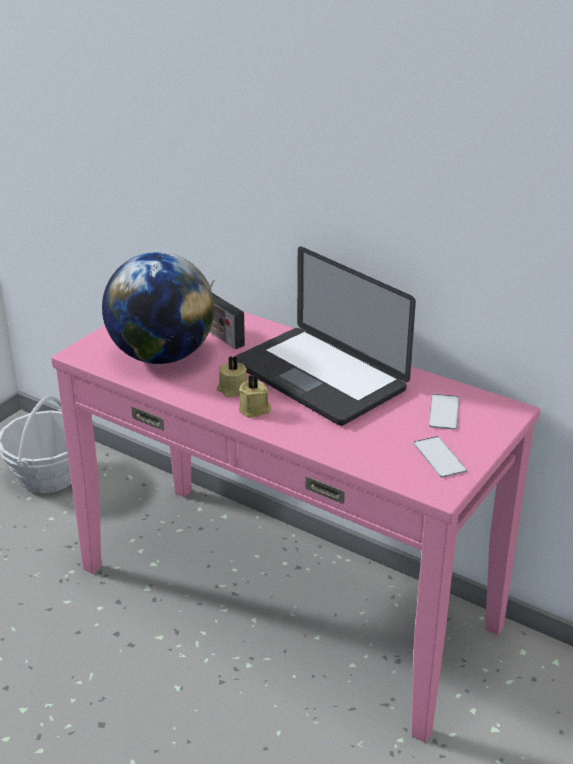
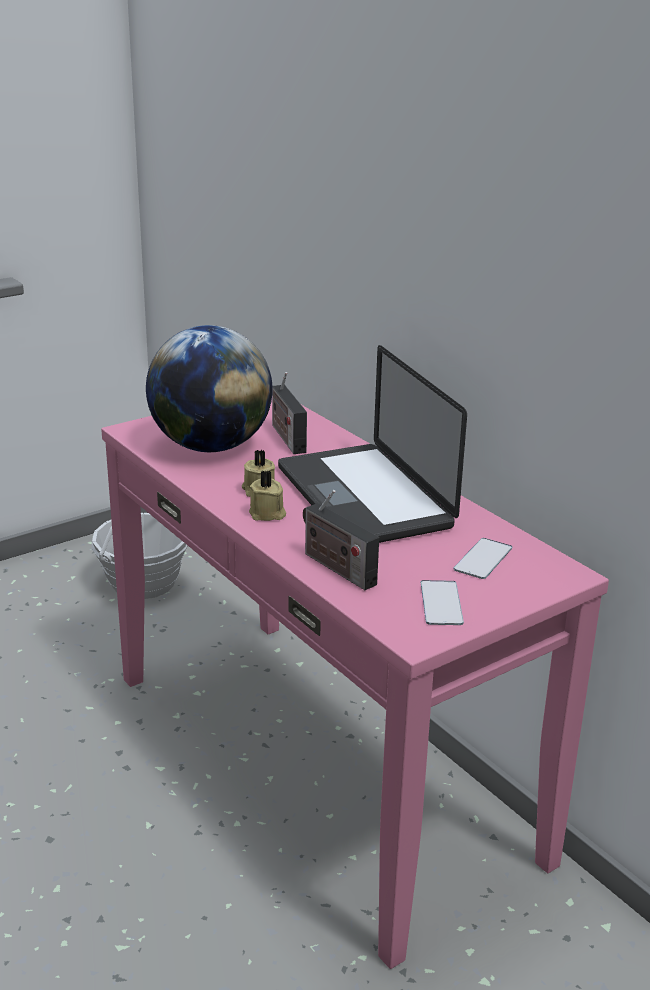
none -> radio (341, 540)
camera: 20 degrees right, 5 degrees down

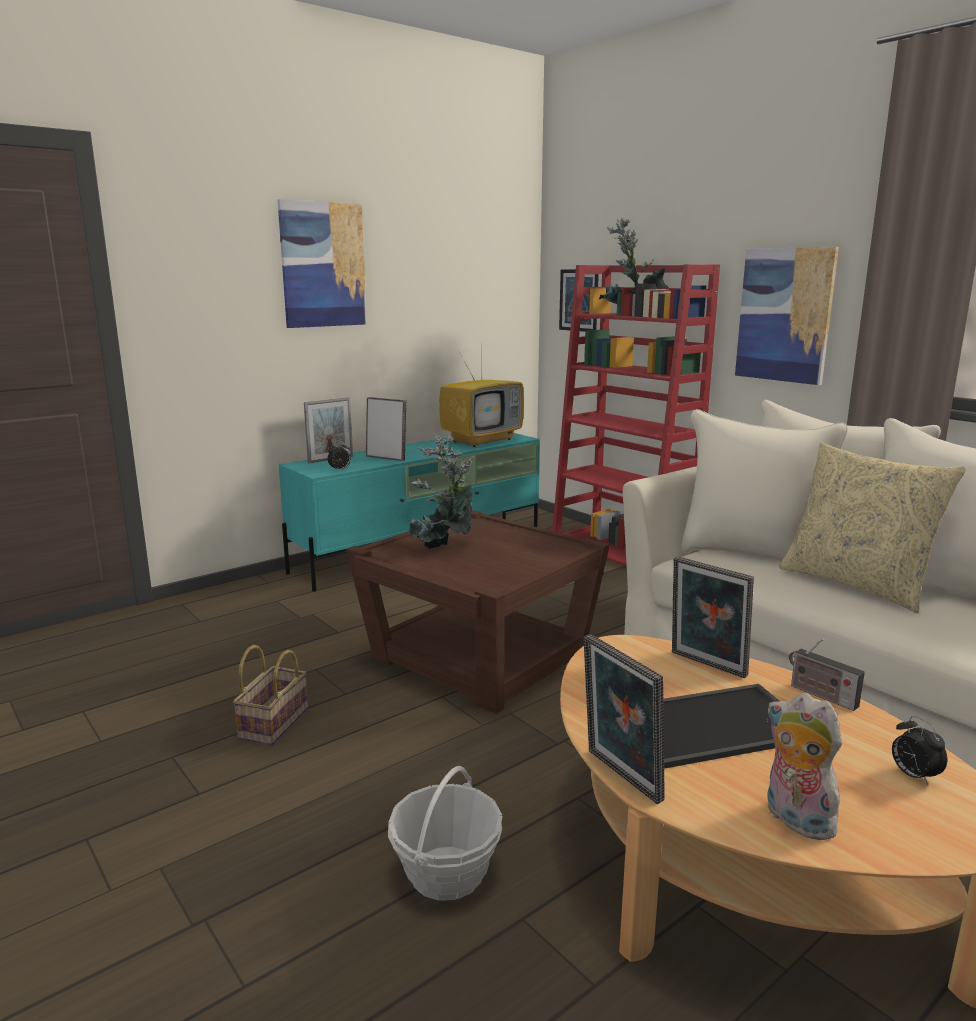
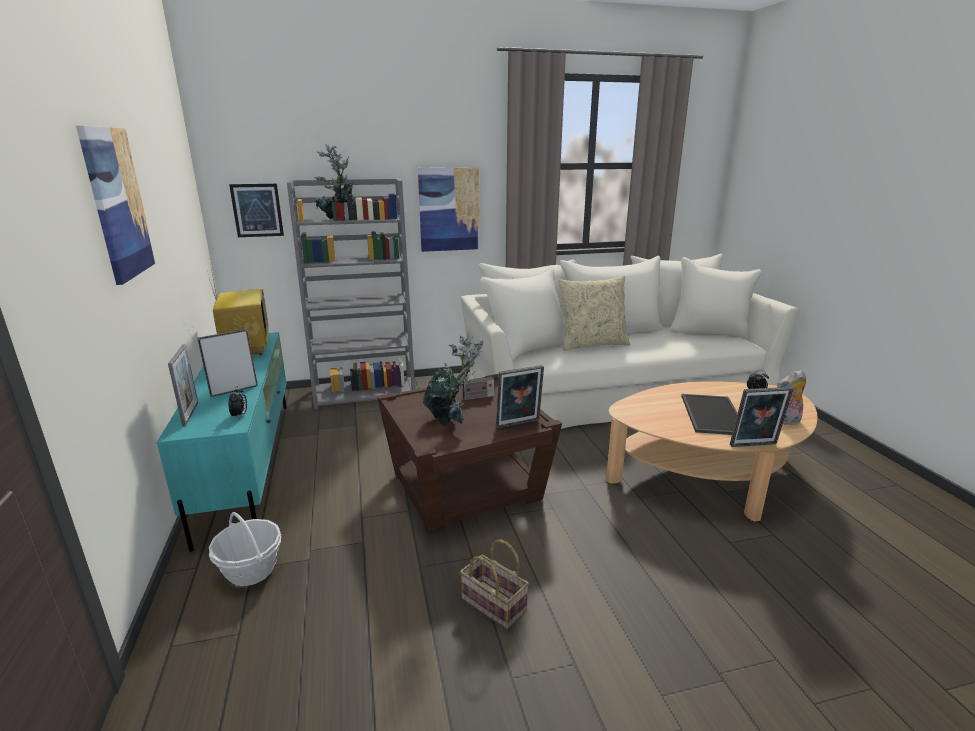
basket (445, 833) -> basket (245, 549), move
bookcase/red (636, 415) -> bookcase/grey (351, 294)
radio (827, 675) -> radio (477, 385), move
picture frame (713, 617) -> picture frame (520, 396), move
camera: 65 degrees left, 5 degrees up

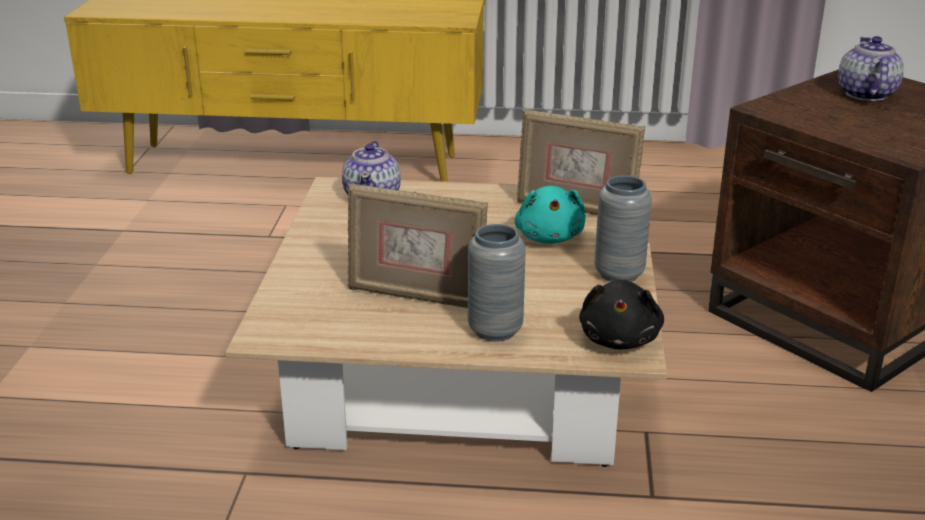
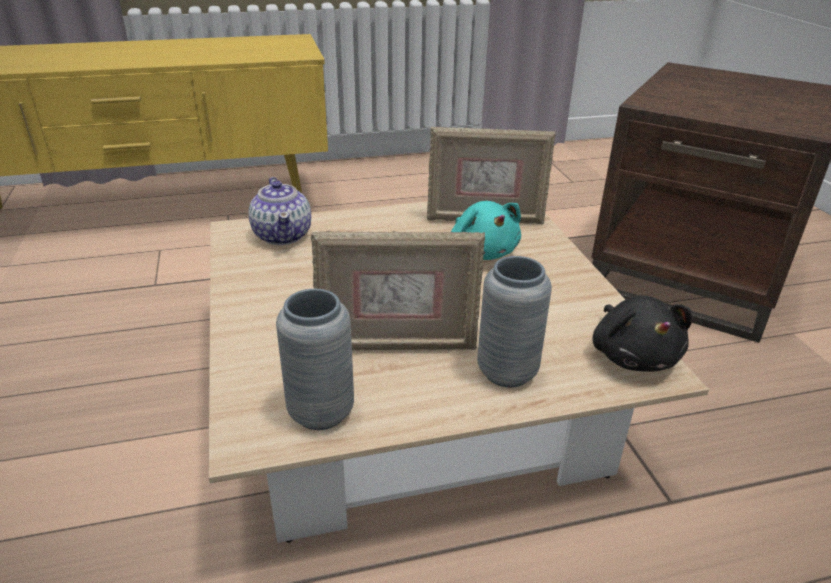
vase/grey (623, 228) -> vase/grey (315, 359), move
teapot (871, 68) -> none
camera: 20 degrees left, 5 degrees up

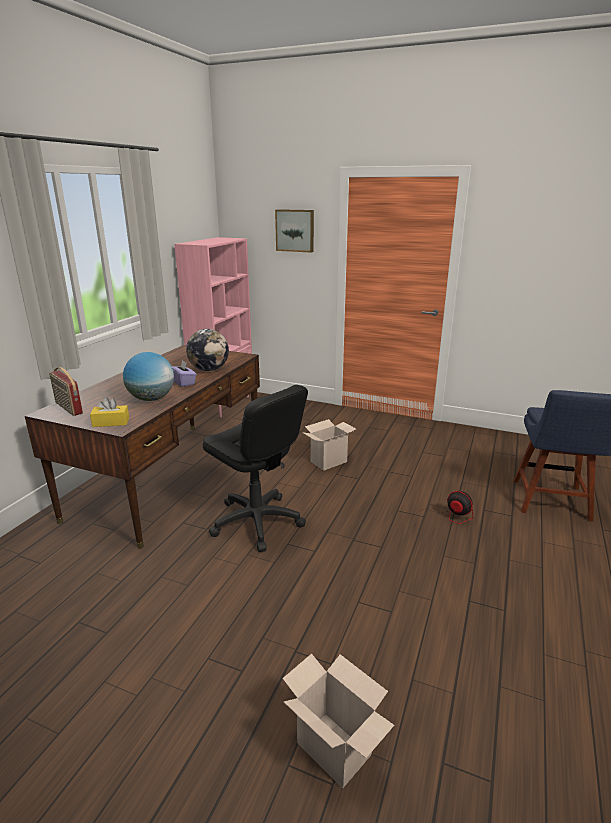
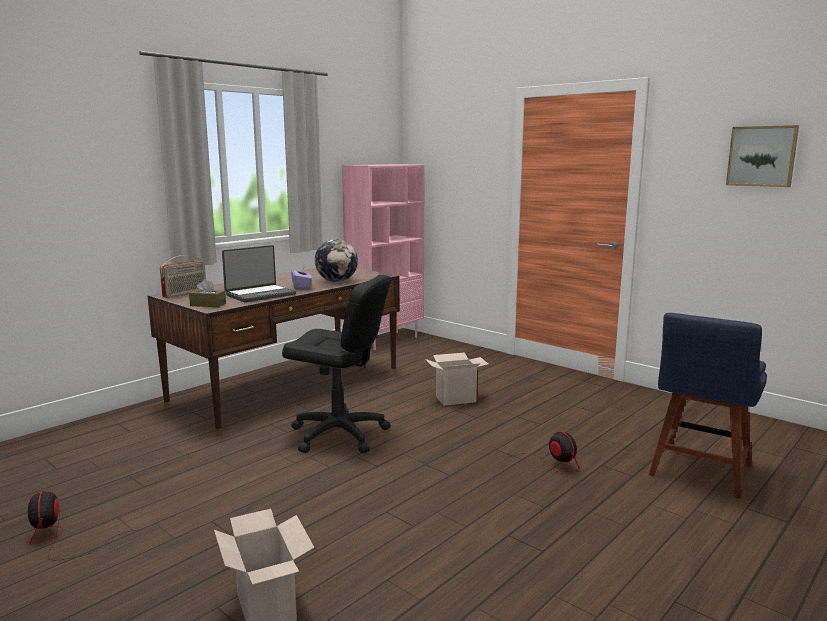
none -> fan (82, 526)
radio (66, 391) -> radio (183, 276), 120 degrees counterclockwise
tissue box/yellow (109, 412) -> tissue box/brown (207, 293)
globe (148, 376) -> laptop (259, 273)
office chair/black (255, 468) -> office chair/black (336, 364), 45 degrees counterclockwise
picture (294, 231) -> picture (762, 156), move
camera: 20 degrees right, 10 degrees down

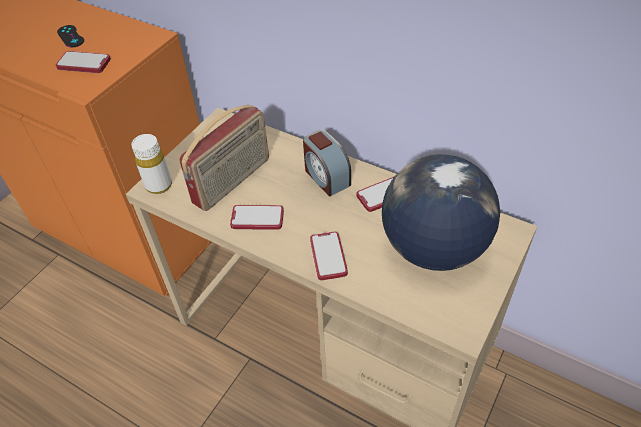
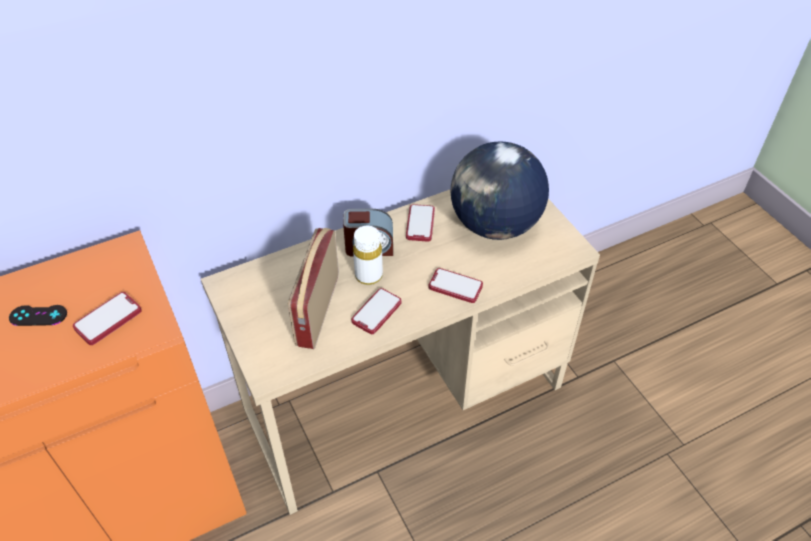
radio (224, 158) -> radio (313, 288), 150 degrees counterclockwise
bottle/white (151, 164) -> bottle/white (368, 255), move
camera: 60 degrees left, 0 degrees up

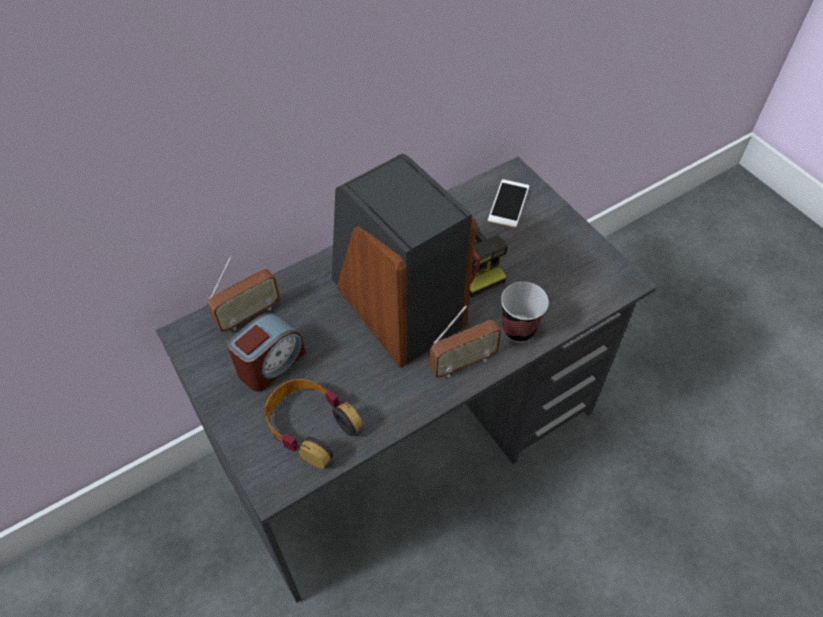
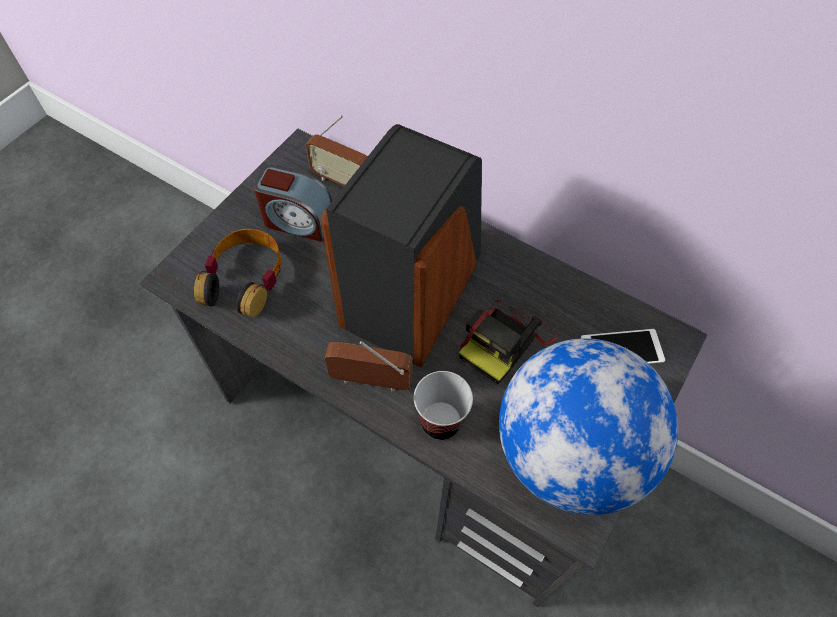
radio (465, 341) -> radio (368, 366), 150 degrees clockwise
none -> globe (588, 426)
camera: 65 degrees right, 5 degrees up

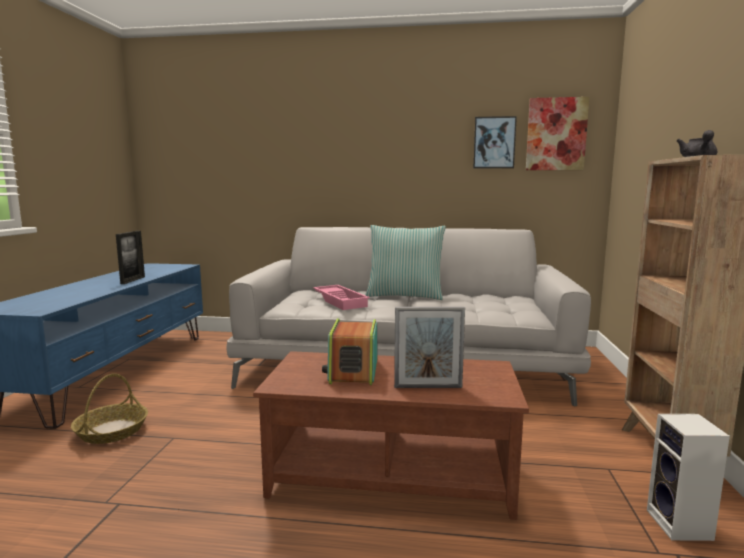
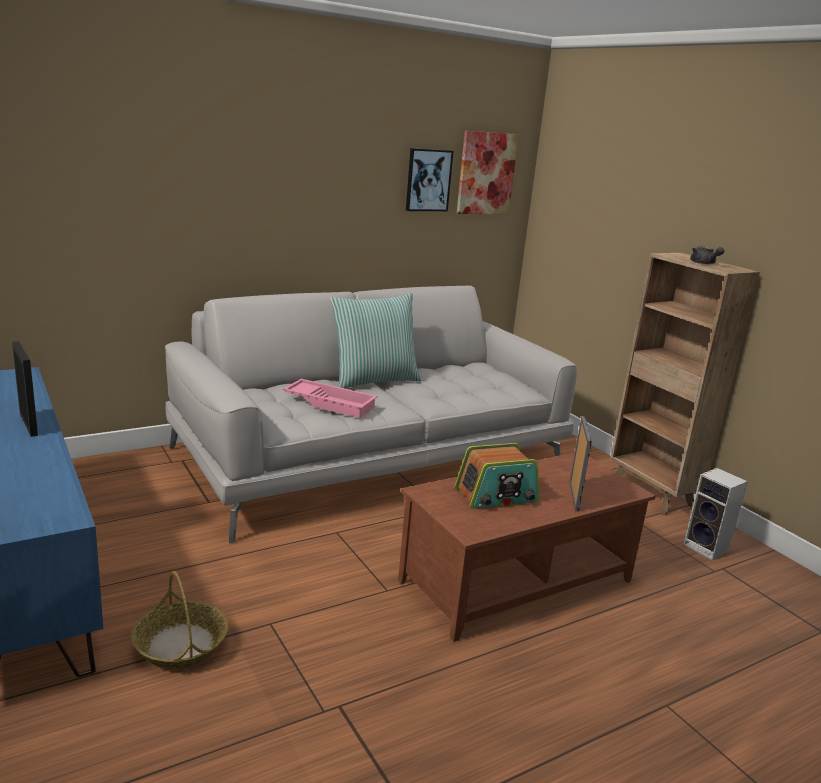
radio (350, 352) -> radio (497, 476), 75 degrees counterclockwise
picture frame (429, 347) -> picture frame (581, 464), 45 degrees counterclockwise
camera: 40 degrees left, 10 degrees up

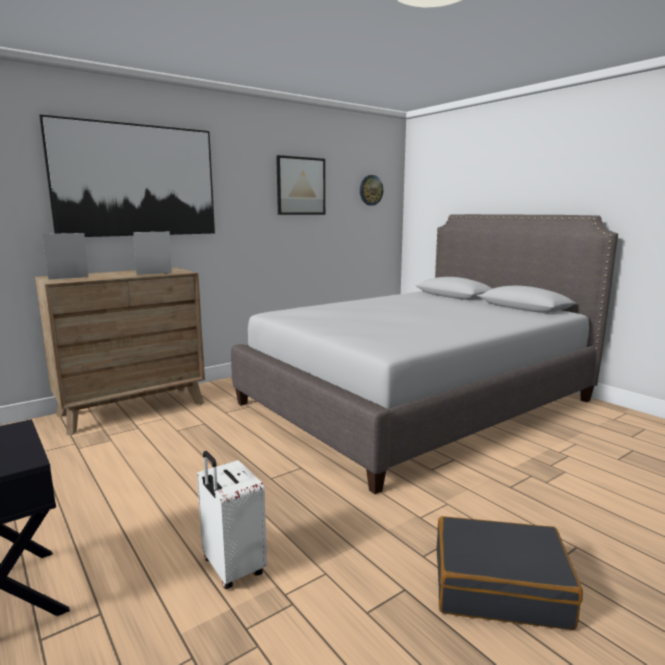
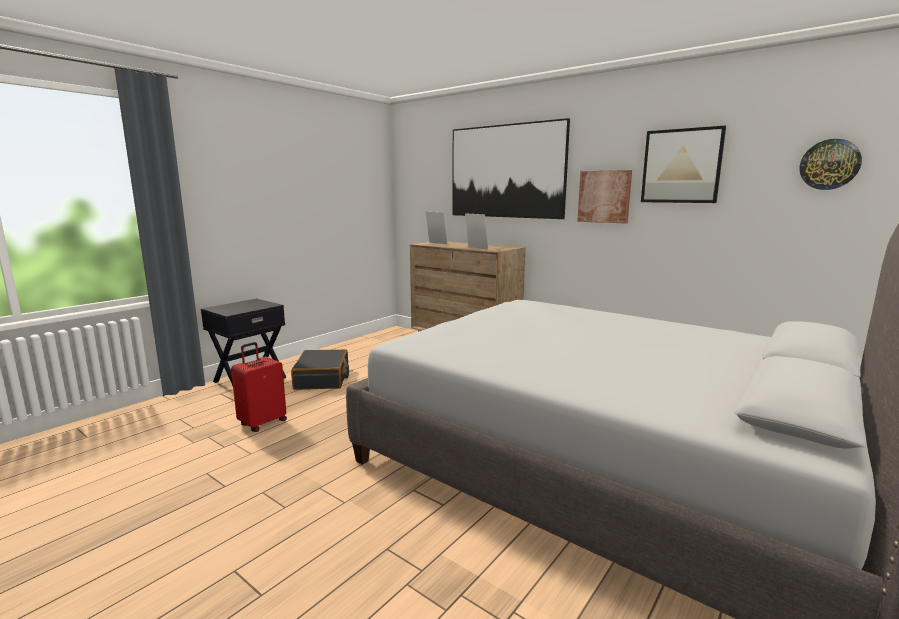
suitcase/white (232, 520) -> suitcase/red (259, 387)
suitcase/black (509, 573) -> suitcase/black (320, 369), move
none -> picture (604, 197)
camera: 75 degrees right, 0 degrees up

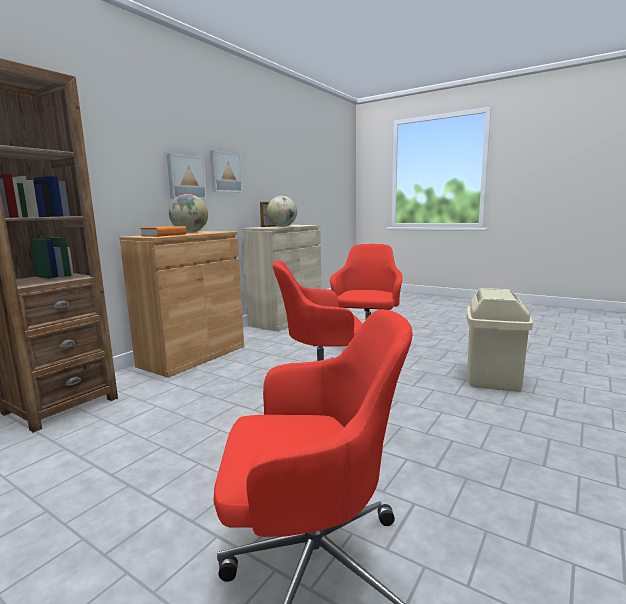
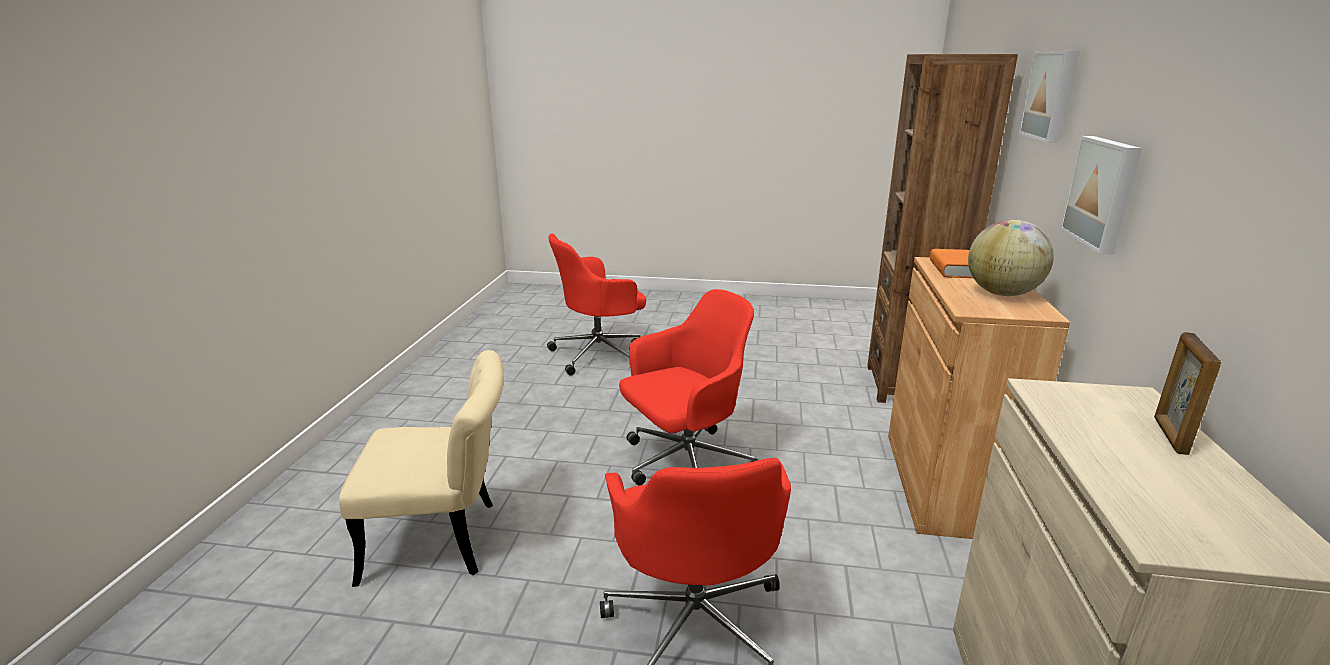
trash can/beige (500, 339) -> chair/beige (421, 468)
picture (226, 171) -> picture (1048, 97), move
globe (282, 211) -> none
camera: 155 degrees right, 10 degrees up

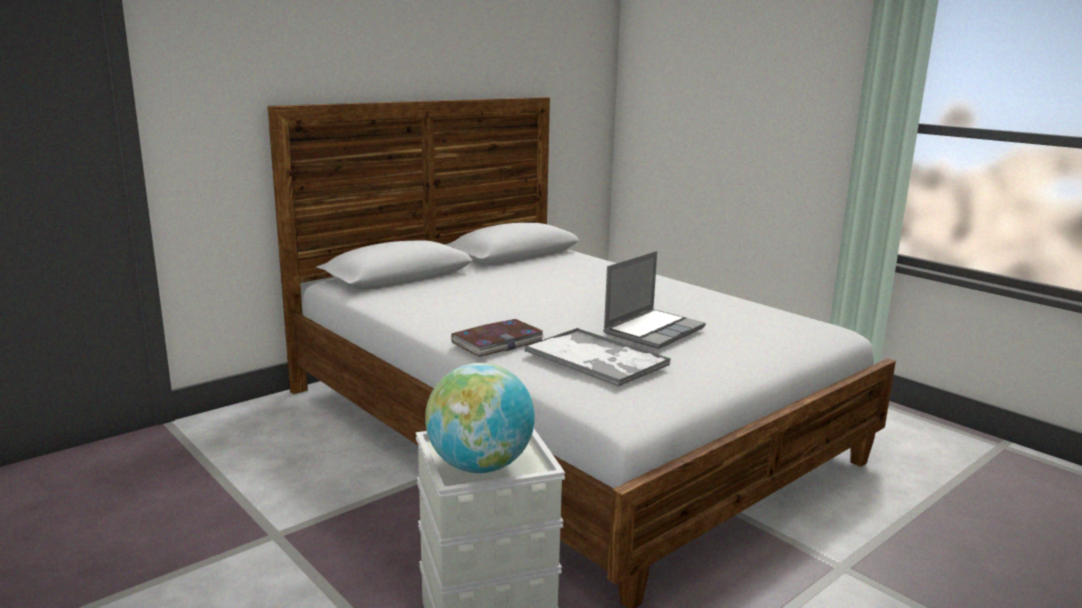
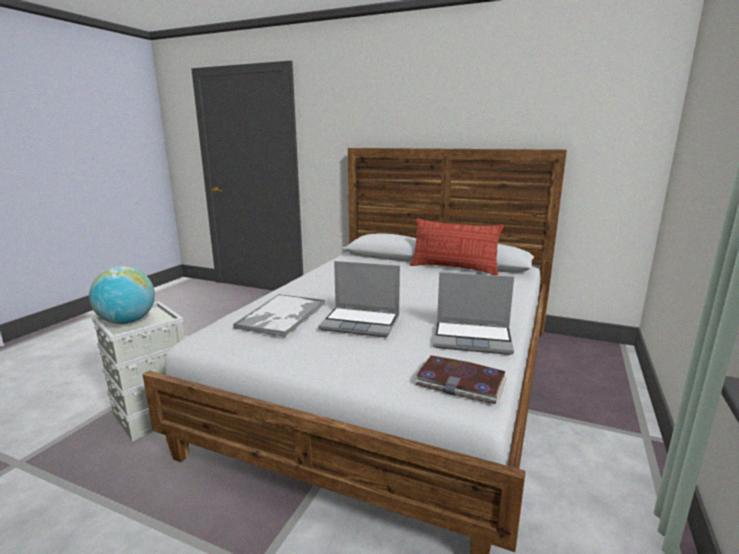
none -> pillow (457, 247)
book (497, 338) -> book (460, 379), move
none -> laptop (473, 313)
camera: 65 degrees right, 0 degrees up

